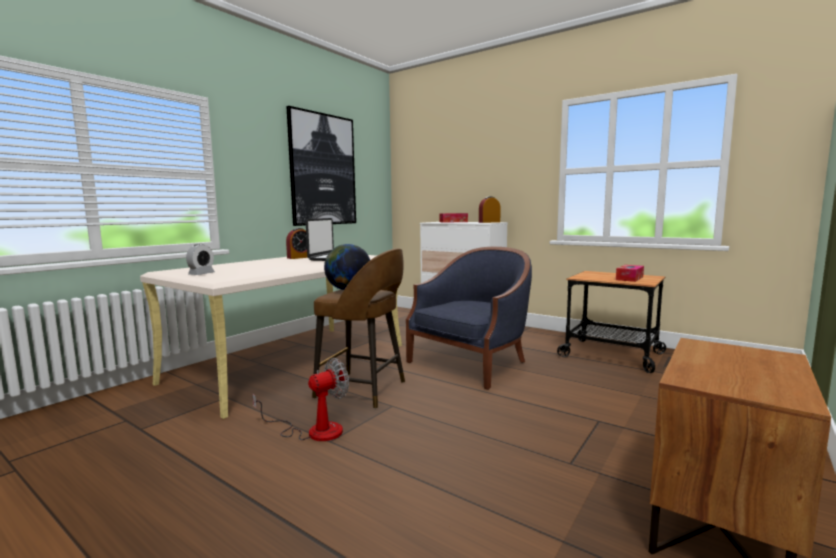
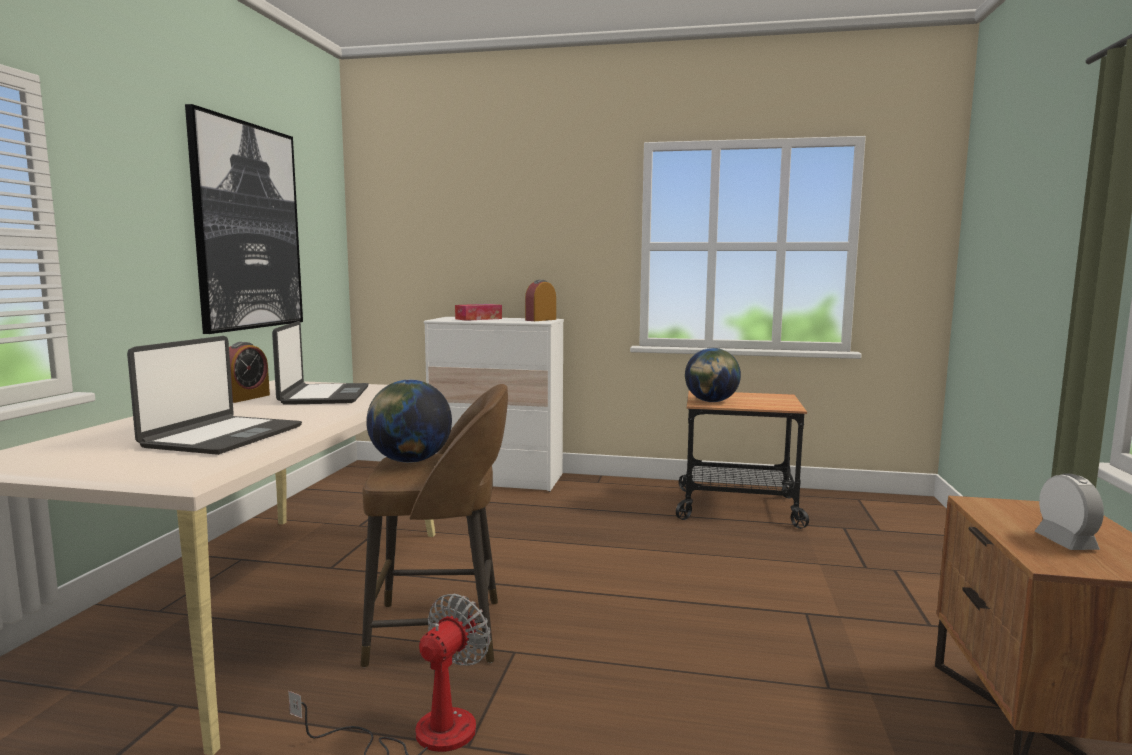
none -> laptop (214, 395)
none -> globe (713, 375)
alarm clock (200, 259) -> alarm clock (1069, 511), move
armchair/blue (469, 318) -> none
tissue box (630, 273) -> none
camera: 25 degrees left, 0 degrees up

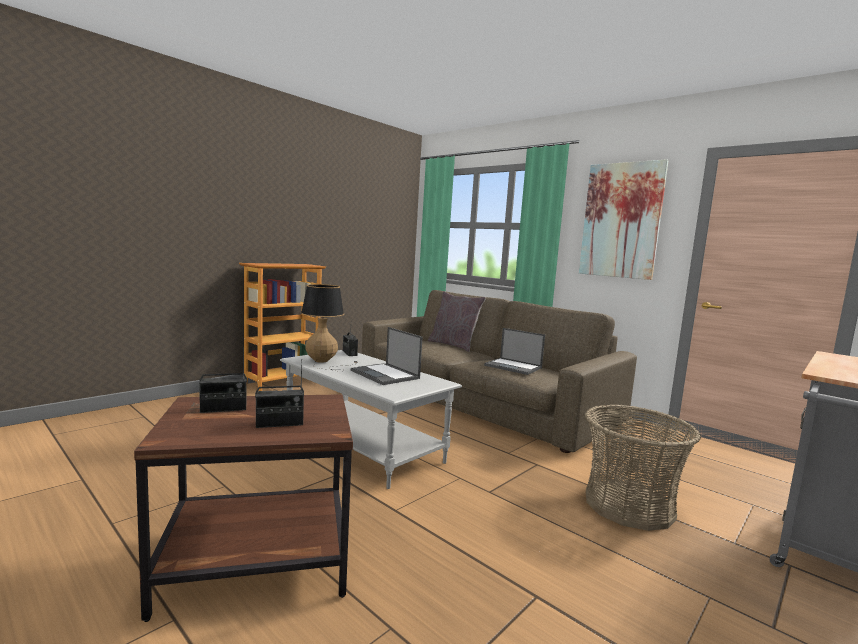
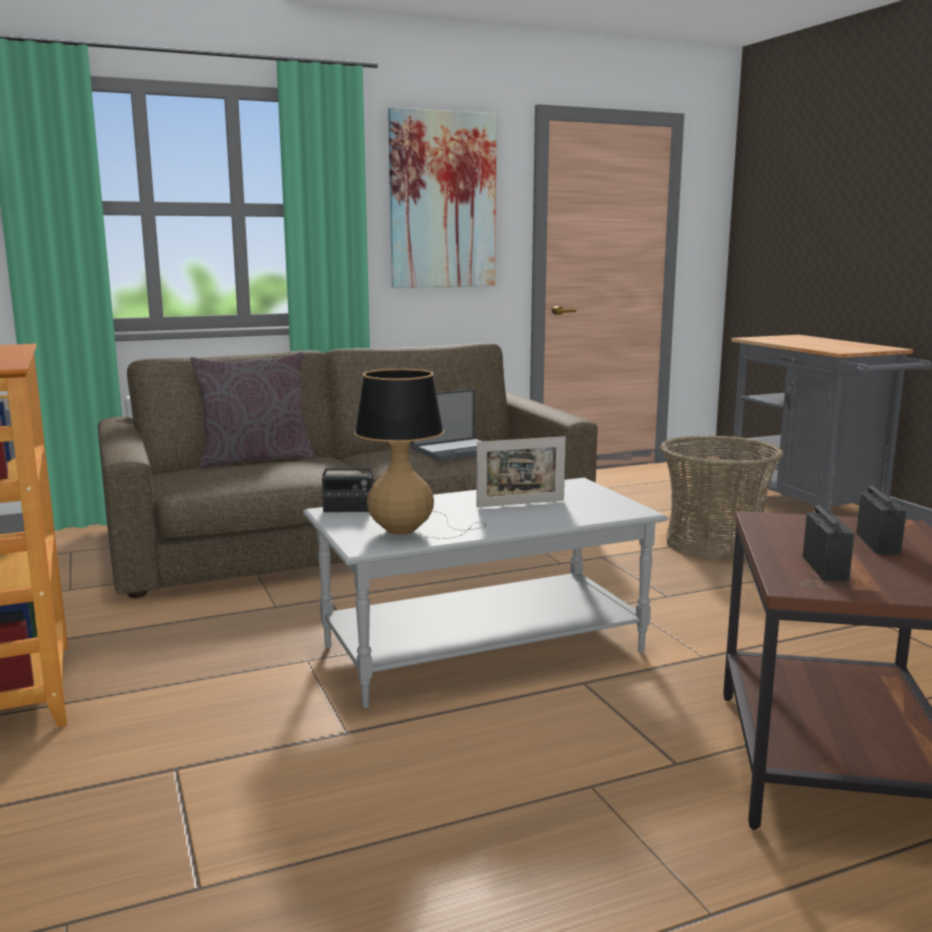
laptop (387, 356) -> picture frame (521, 472)
camera: 65 degrees left, 5 degrees up

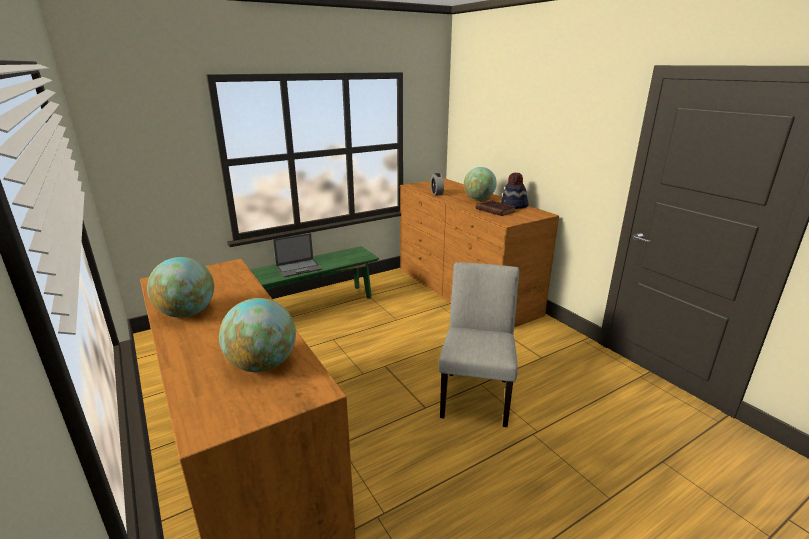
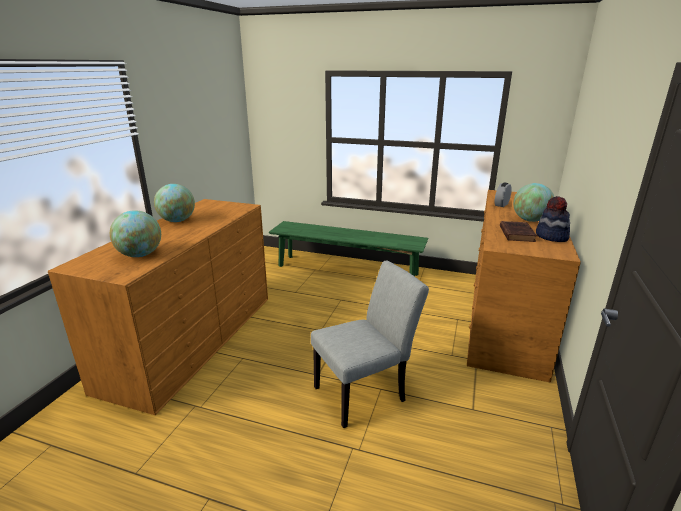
laptop (297, 255) -> none
camera: 50 degrees right, 0 degrees up

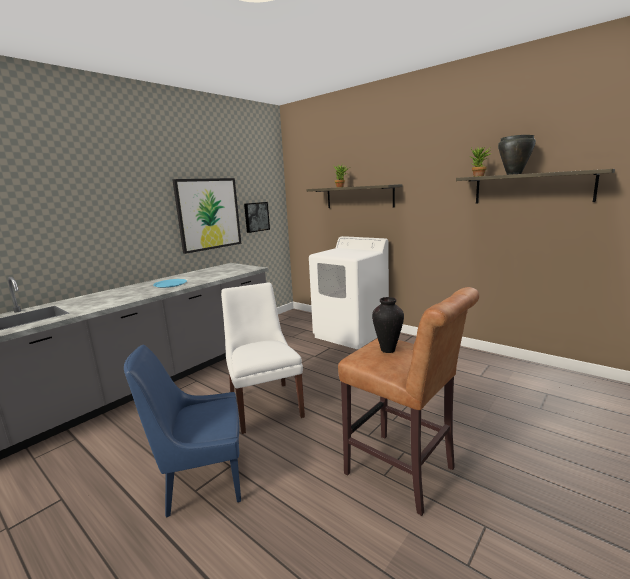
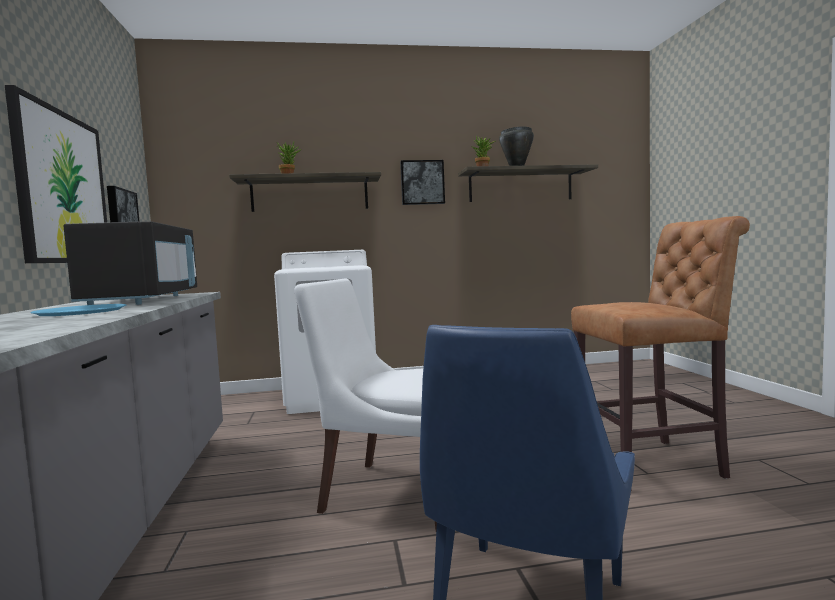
none -> microwave/black (130, 263)
none -> picture (422, 182)
vase (388, 325) -> none
camera: 50 degrees left, 10 degrees down

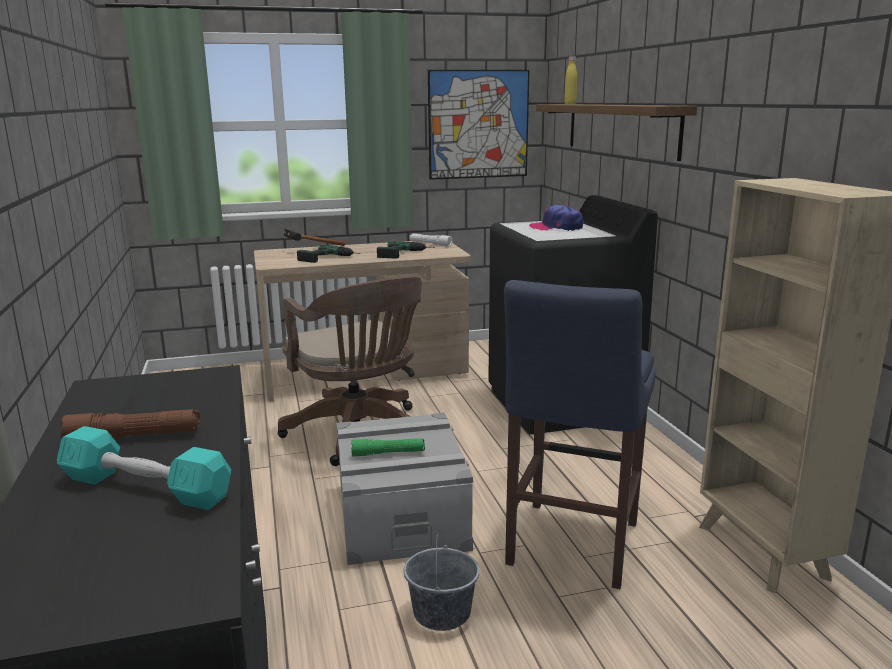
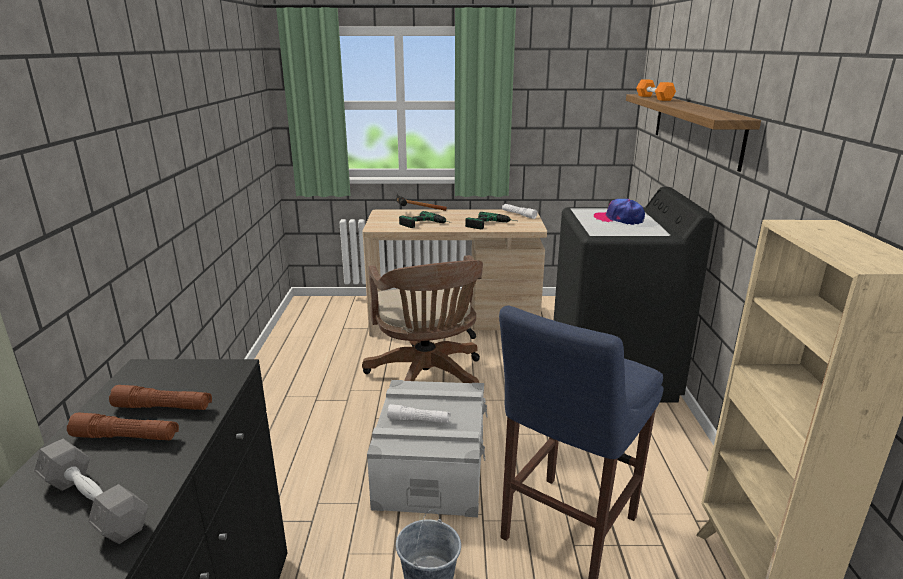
dumbbell/turquoise (144, 468) -> dumbbell/grey (91, 491)
none -> flashlight/brown (160, 397)
flashlight/green (388, 447) -> flashlight/white (419, 413)
bottle/yellow (570, 80) -> dumbbell/orange (656, 90)
picture (479, 125) -> none
camera: 15 degrees right, 5 degrees up

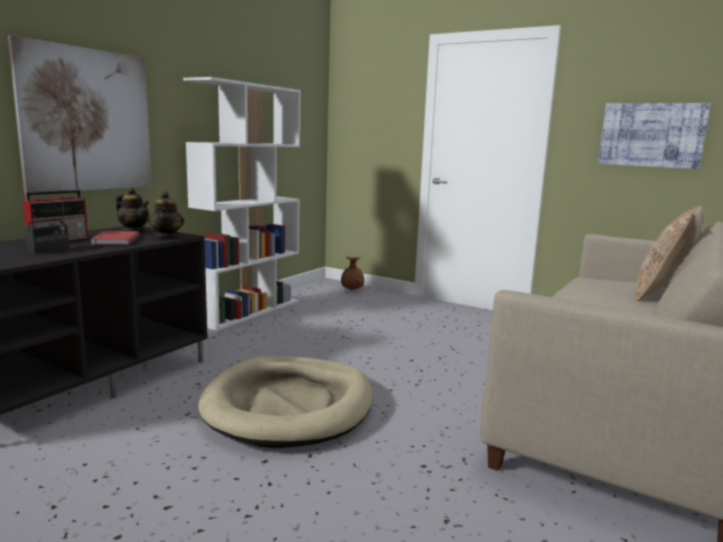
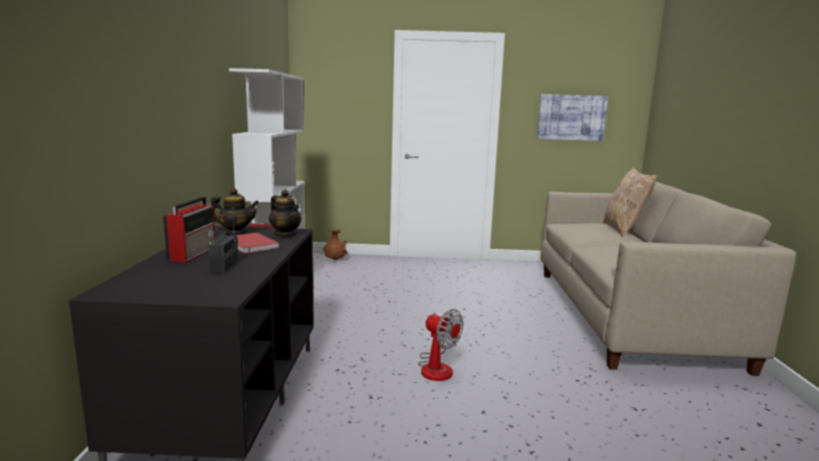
dog bed/beige (285, 402) -> fan (441, 345)
picture (80, 114) -> none
camera: 30 degrees left, 0 degrees up

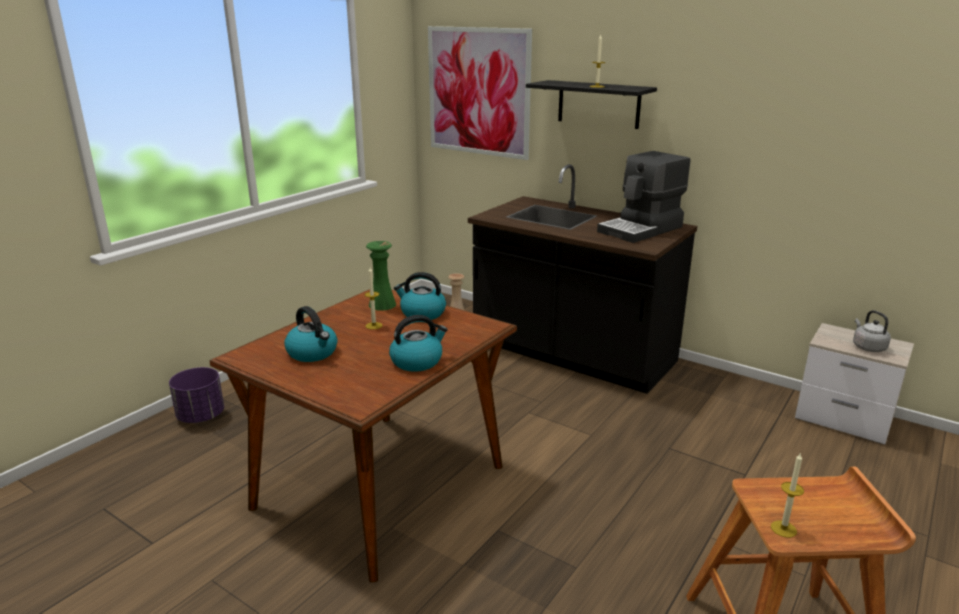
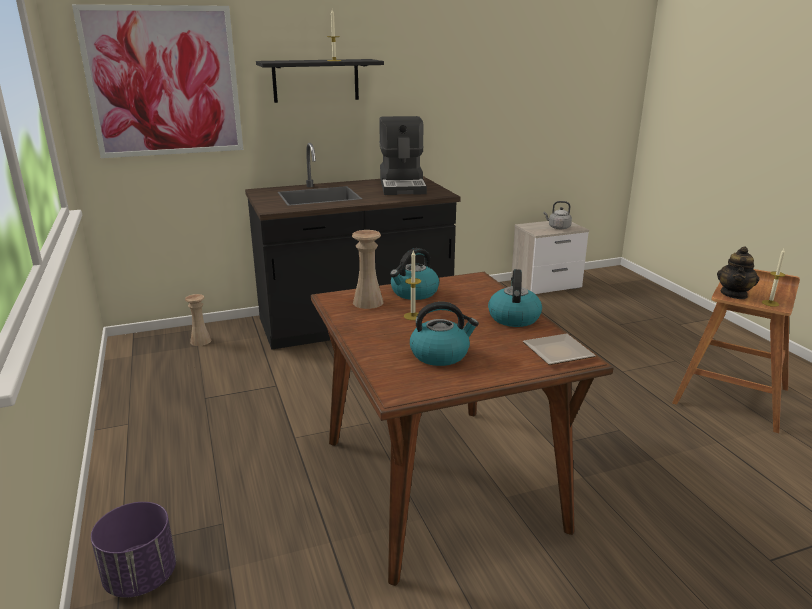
vase/green (381, 276) -> vase/beige (367, 269)
none -> plate (559, 349)
none -> teapot (738, 272)
camera: 55 degrees left, 0 degrees up

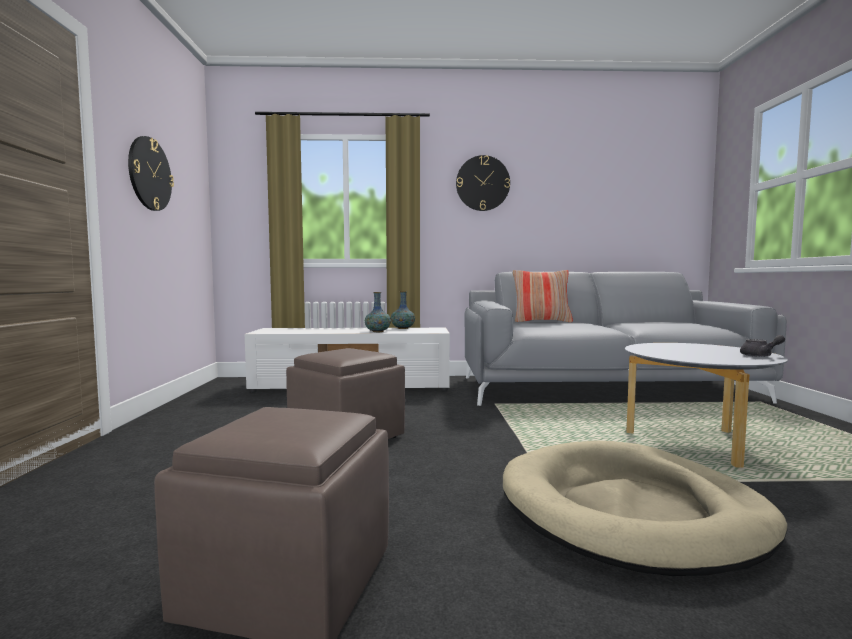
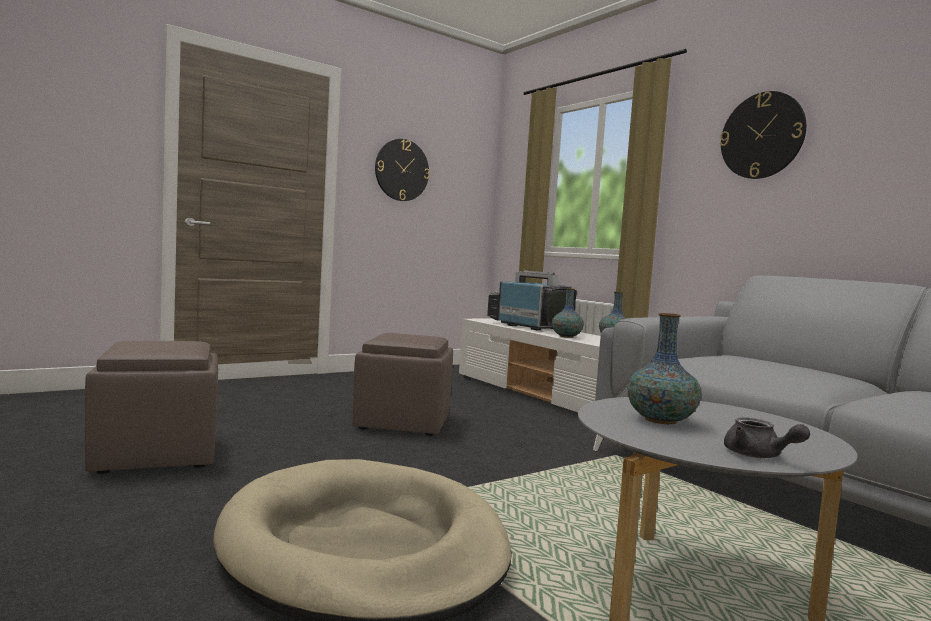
none -> television (532, 300)
none -> vase (664, 368)
pillow (543, 296) -> none
camera: 55 degrees right, 0 degrees up

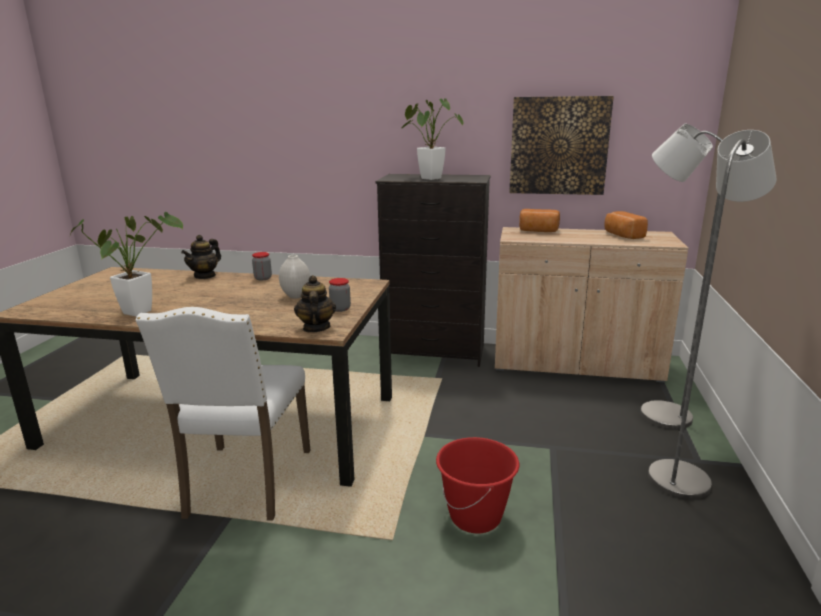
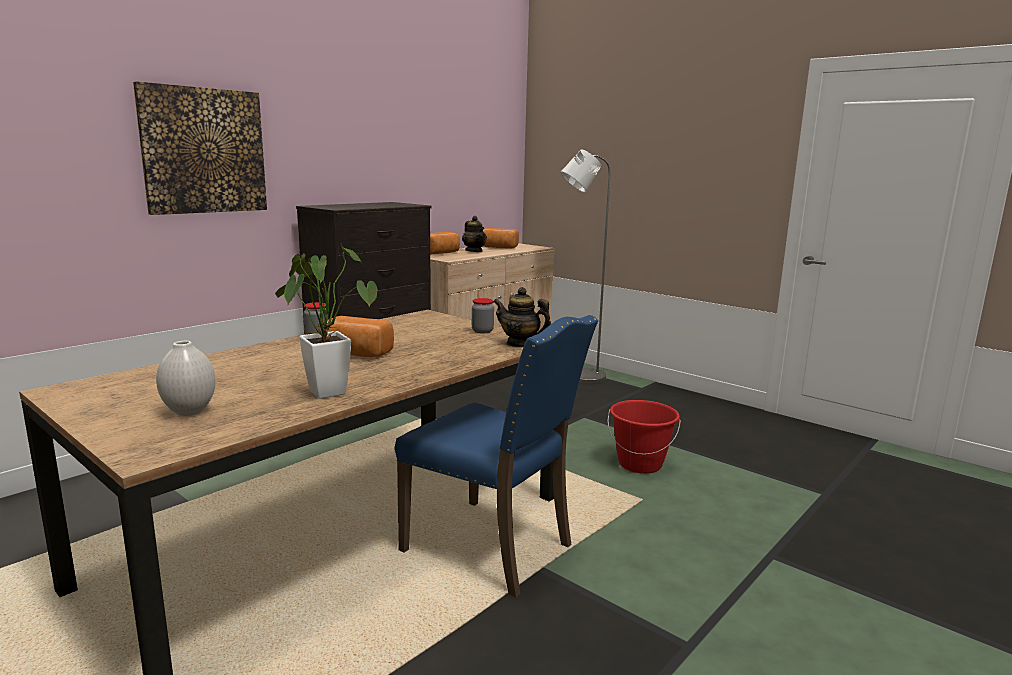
picture (561, 145) -> picture (200, 148), move
vase/white (294, 277) -> vase/white (186, 378), move
none -> bread (358, 336)
chair/white (223, 414) -> chair/blue (496, 456)
teapot (201, 257) -> teapot (474, 234), move
potted plant (432, 139) -> none
floor lamp/grey (712, 314) -> none
camera: 60 degrees left, 5 degrees down

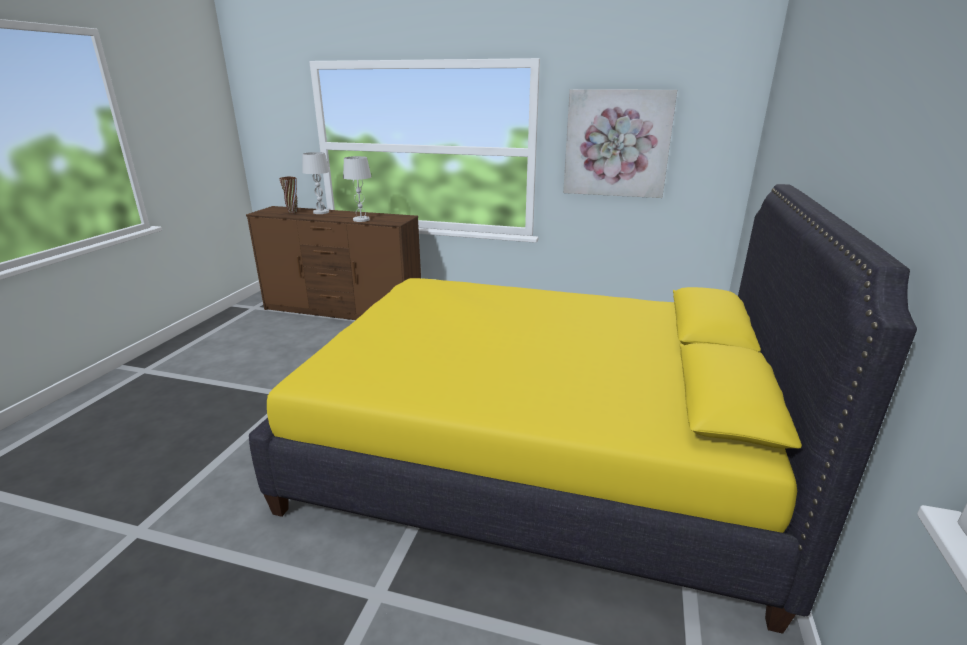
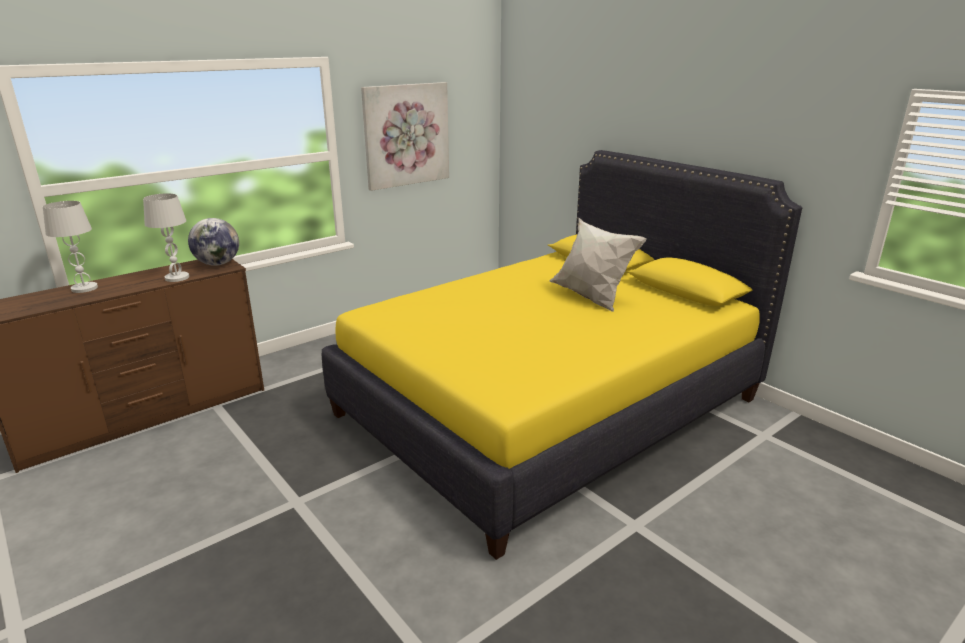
none -> globe (213, 242)
none -> pillow/white (597, 265)
vase/brown (288, 194) -> none
camera: 55 degrees left, 0 degrees up

